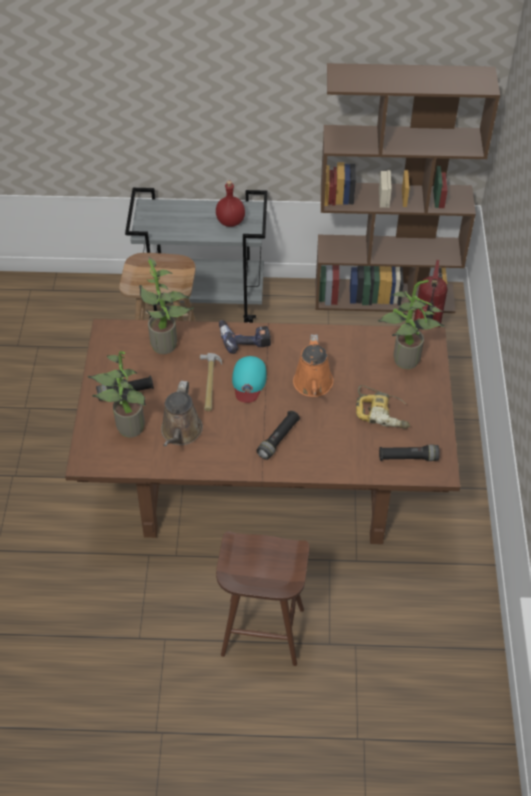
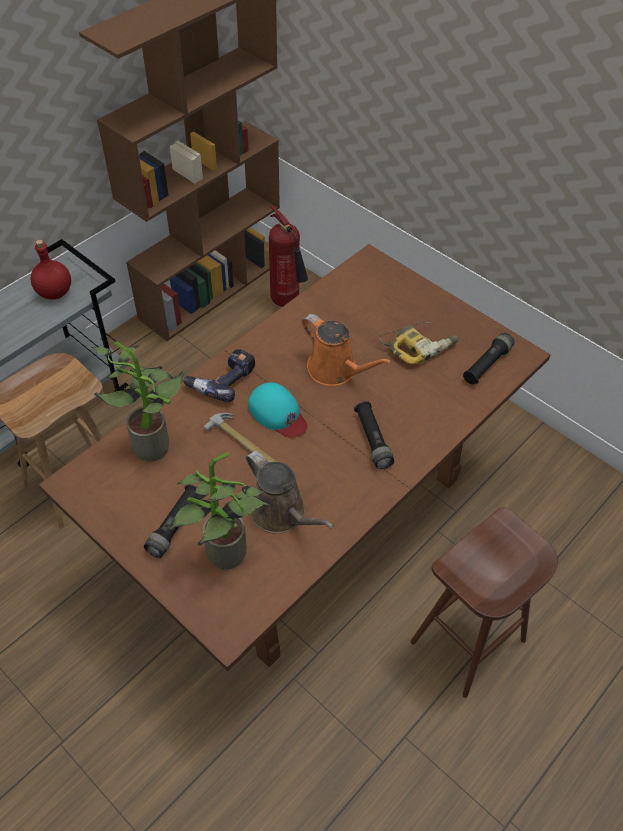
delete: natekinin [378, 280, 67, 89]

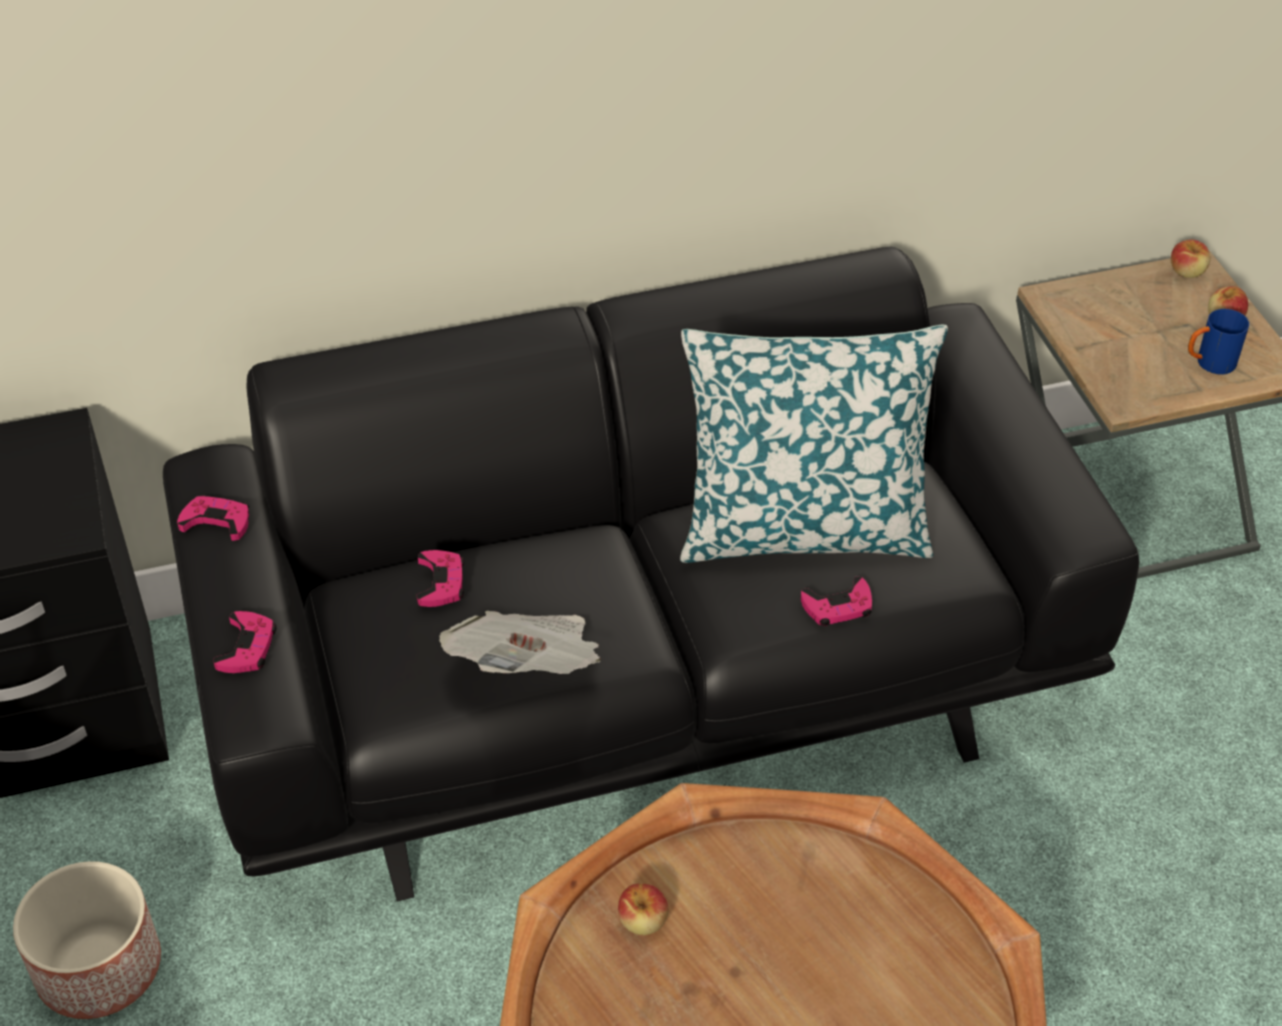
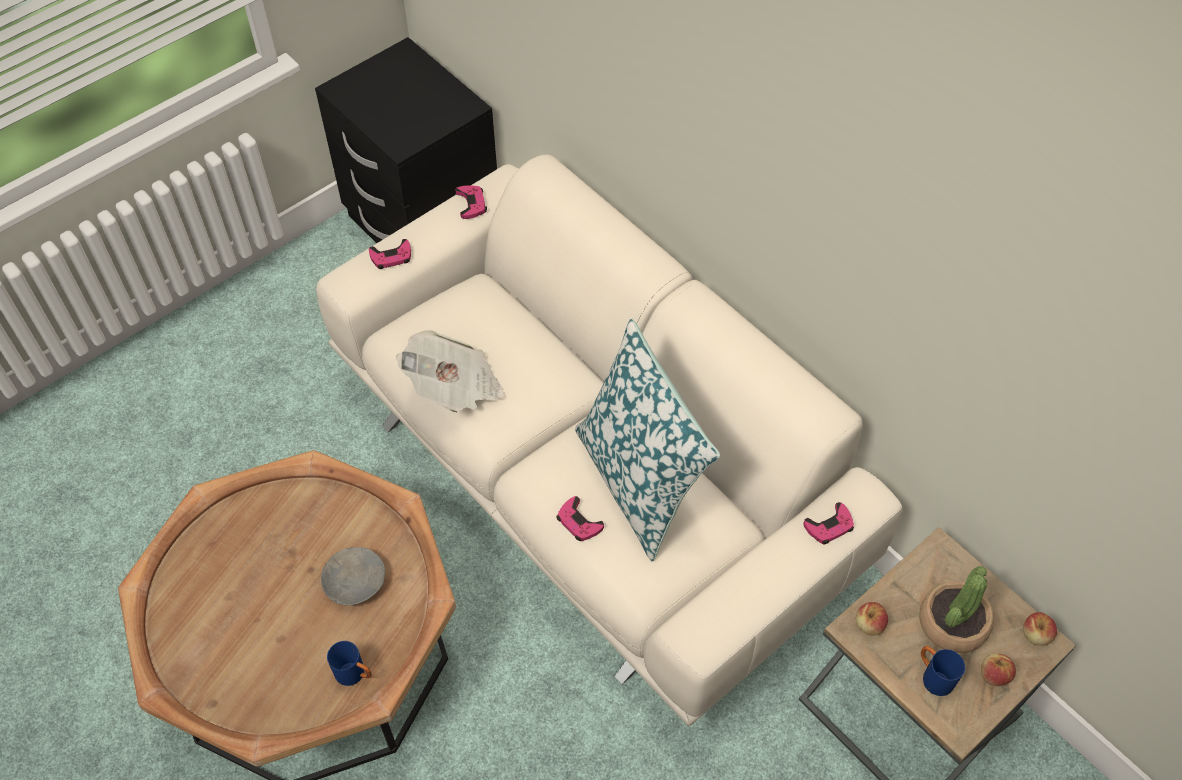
delete: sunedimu [13, 861, 148, 158]
insert: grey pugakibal [321, 547, 64, 58]; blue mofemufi [327, 641, 45, 45]; natekinin [919, 566, 75, 87]
move: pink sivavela [417, 550, 47, 57] to [803, 502, 51, 42]; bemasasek [618, 884, 51, 51] to [856, 602, 32, 34]
recolor: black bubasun [163, 247, 976, 654] to beige bubasun [316, 155, 586, 572]

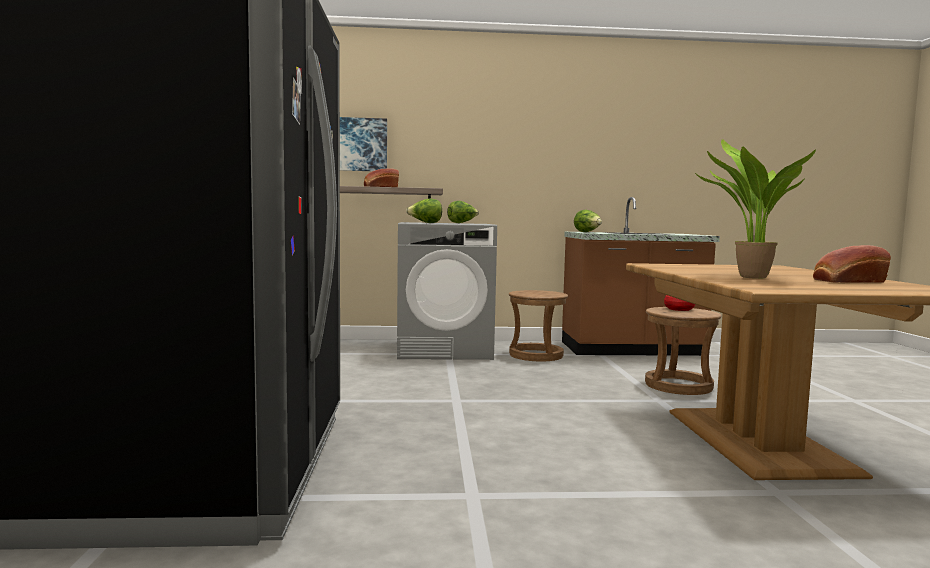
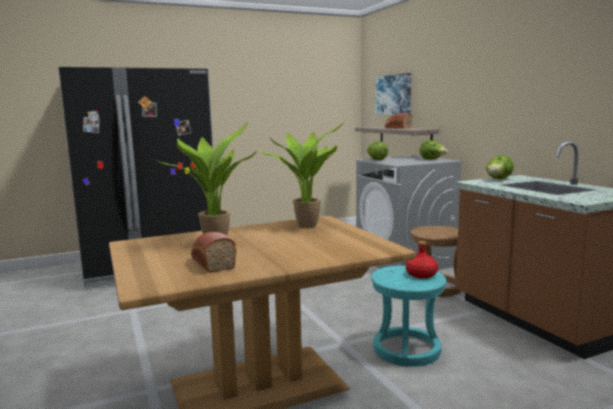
insert: natekinin [259, 120, 86, 108]
recolor: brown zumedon [645, 307, 77, 88] to turquoise zumedon [371, 265, 76, 102]

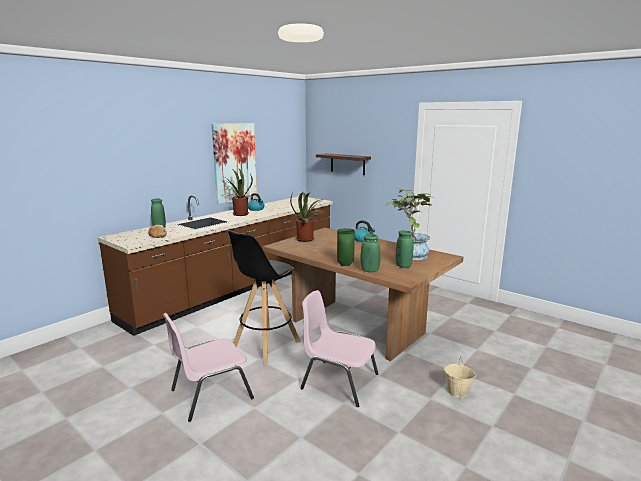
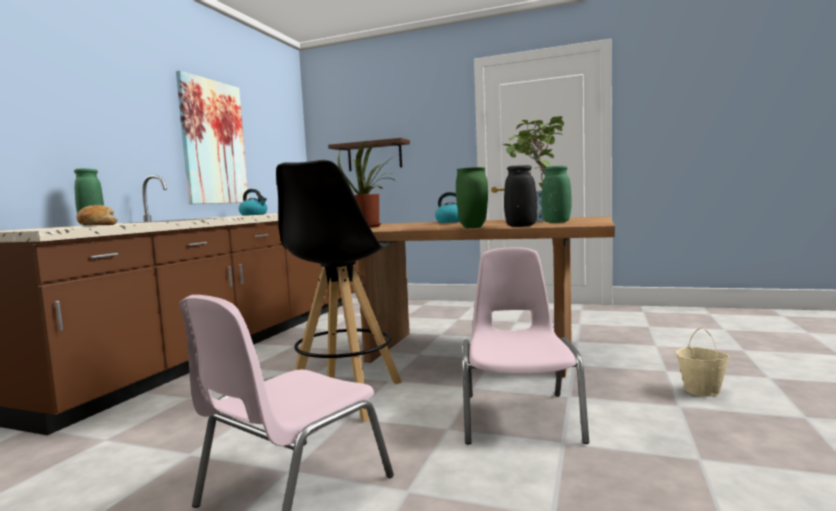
delete: natekinin [224, 168, 29, 48]
recolor: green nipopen [360, 234, 21, 38] to black nipopen [504, 165, 33, 62]
rotate: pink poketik [300, 290, 78, 117] = [462, 247, 127, 197] 90 degrees clockwise

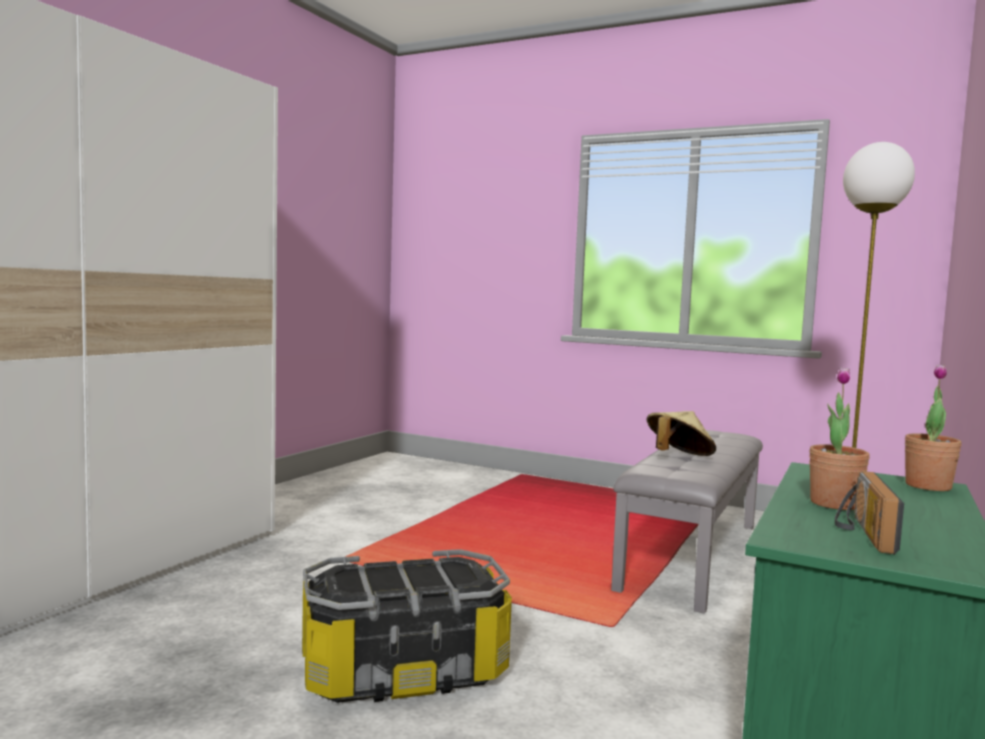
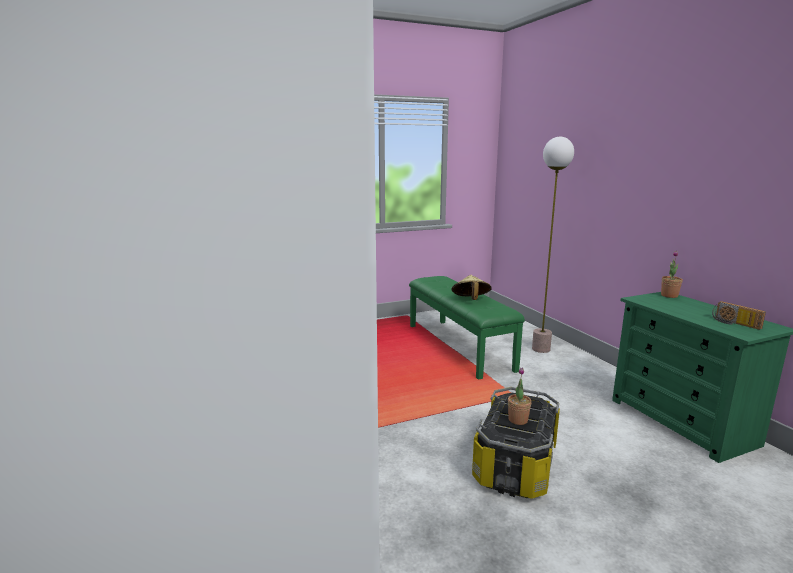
move: natekinin [809, 367, 61, 143] to [508, 367, 24, 58]
recolor: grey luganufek [611, 430, 152, 184] to green luganufek [409, 276, 116, 104]

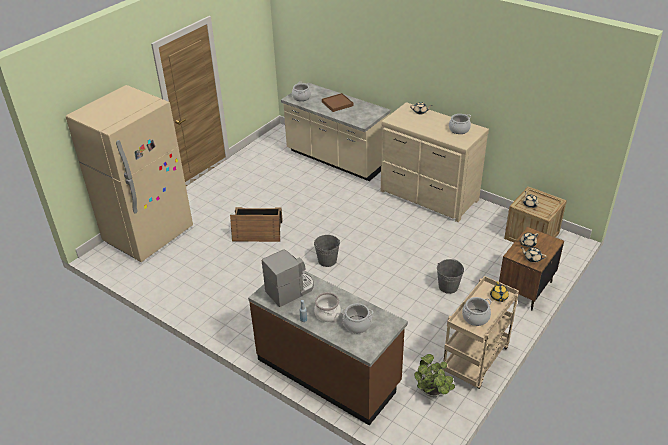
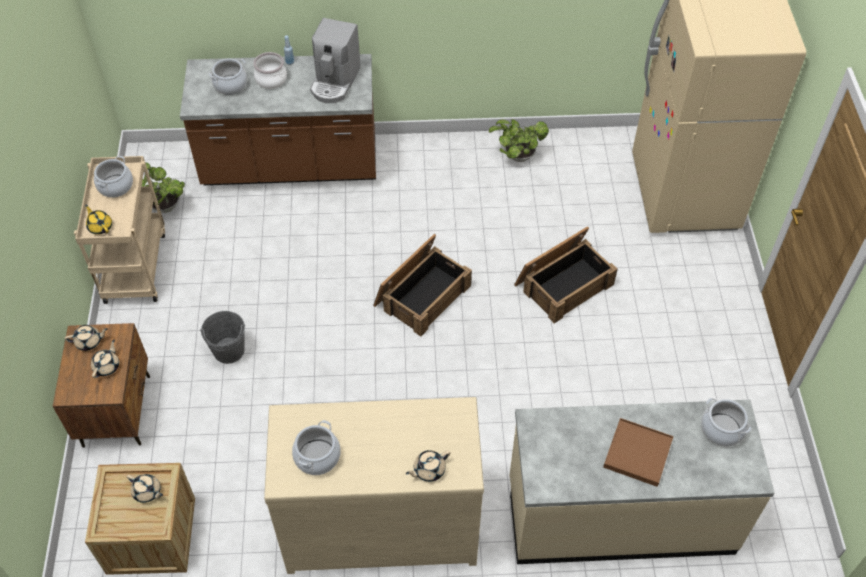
insert: natekinin [489, 119, 60, 43]
replace: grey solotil [314, 235, 26, 32] to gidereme [373, 234, 99, 103]

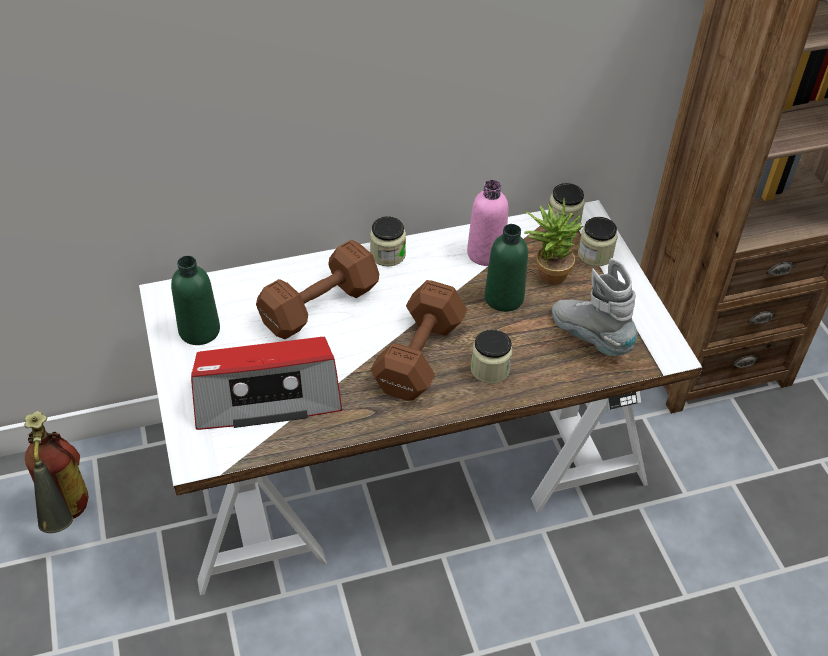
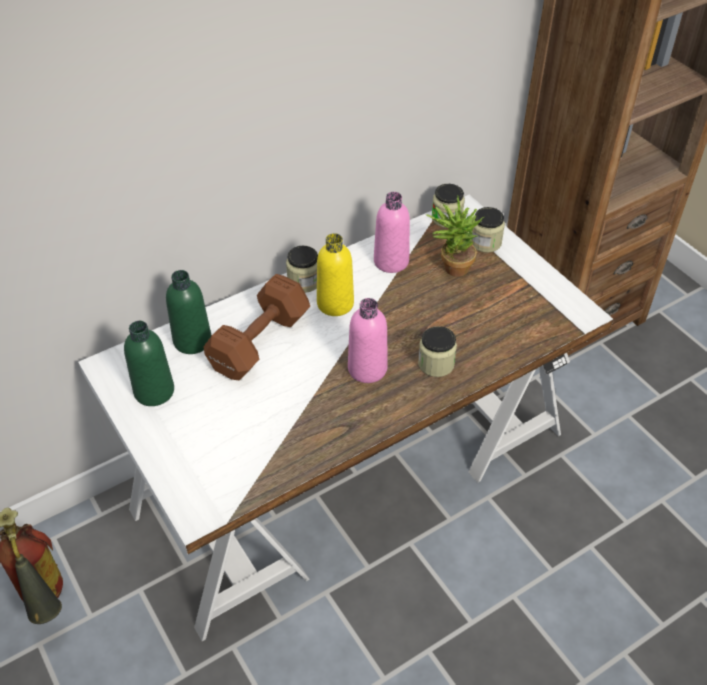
delete: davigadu [191, 337, 151, 93]; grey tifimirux [552, 258, 86, 98]
insert: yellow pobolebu [317, 233, 37, 83]
move: green pobolebu [484, 224, 44, 88] to [166, 270, 45, 84]
replace: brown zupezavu [370, 280, 97, 121] to pink pobolebu [348, 298, 40, 85]

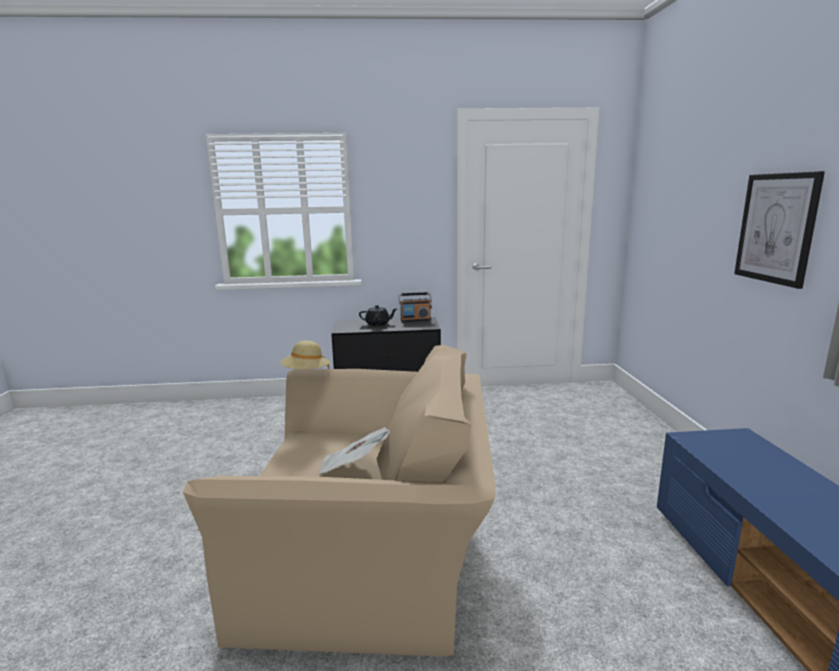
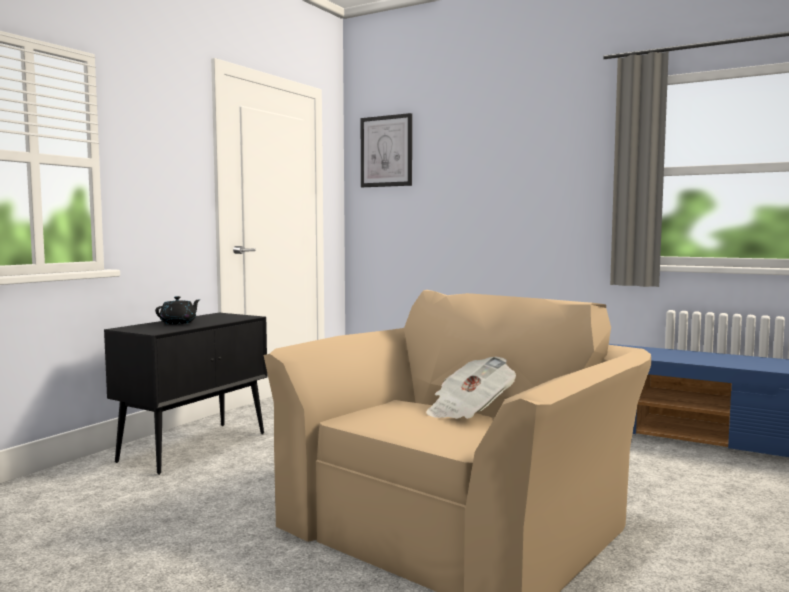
delete: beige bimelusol [280, 340, 50, 29]; davigadu [399, 292, 33, 30]
move: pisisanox [734, 171, 91, 118] to [361, 113, 51, 74]

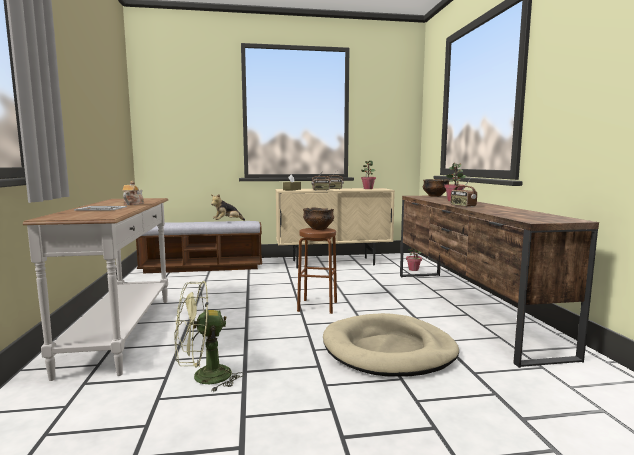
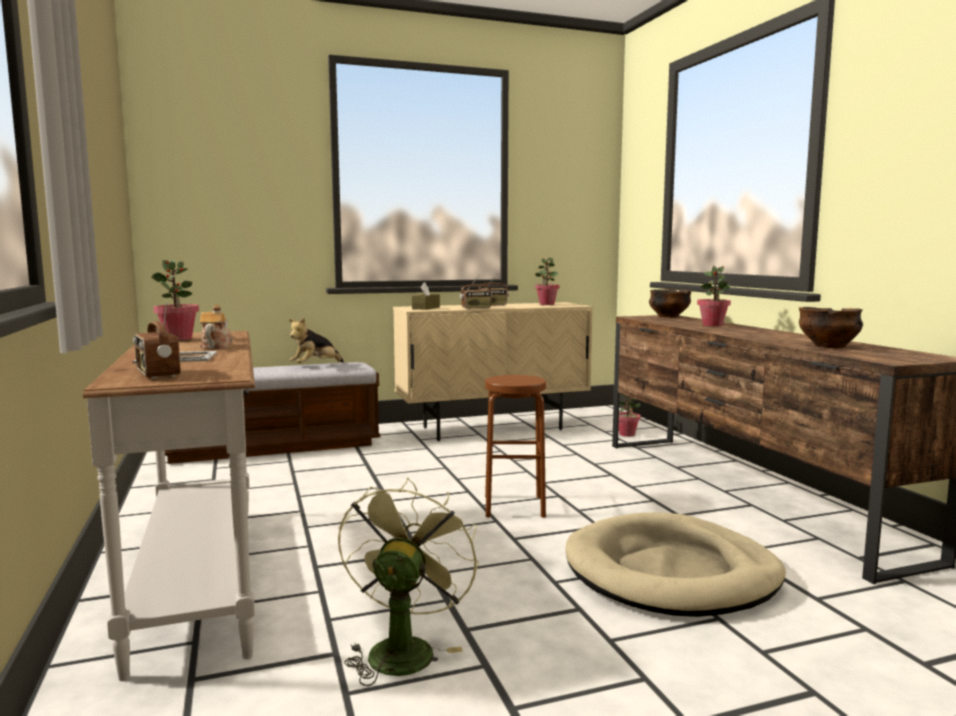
insert: natekinin [151, 259, 48, 81]
move: pugakibal [303, 208, 31, 22] to [799, 307, 64, 41]; davigadu [451, 178, 26, 29] to [133, 301, 47, 78]
rotate: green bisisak [175, 281, 69, 112] = [338, 477, 141, 209] 135 degrees clockwise

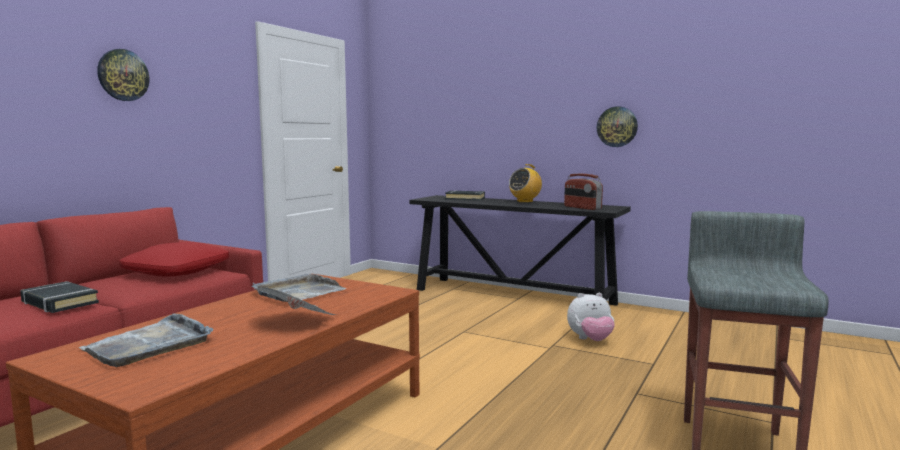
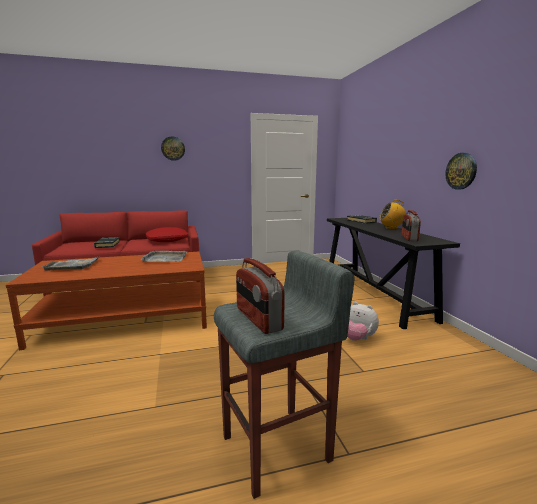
delete: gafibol [255, 287, 81, 28]
insert: davigadu [236, 258, 49, 76]

